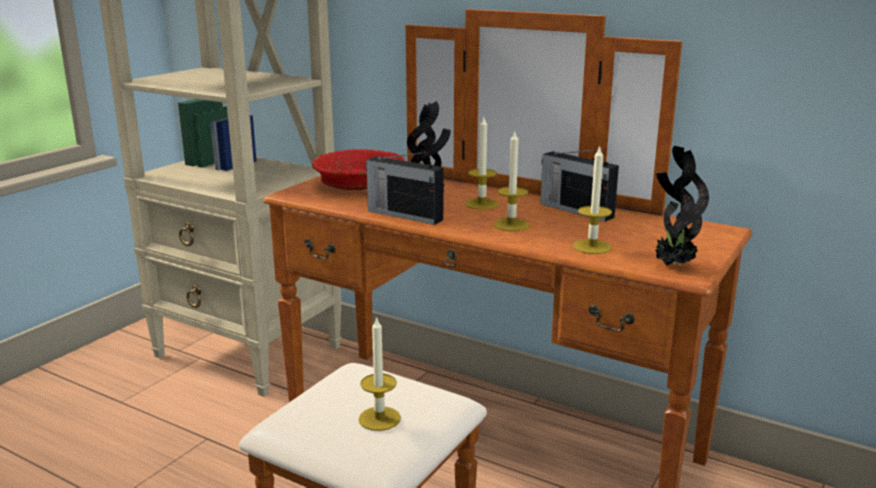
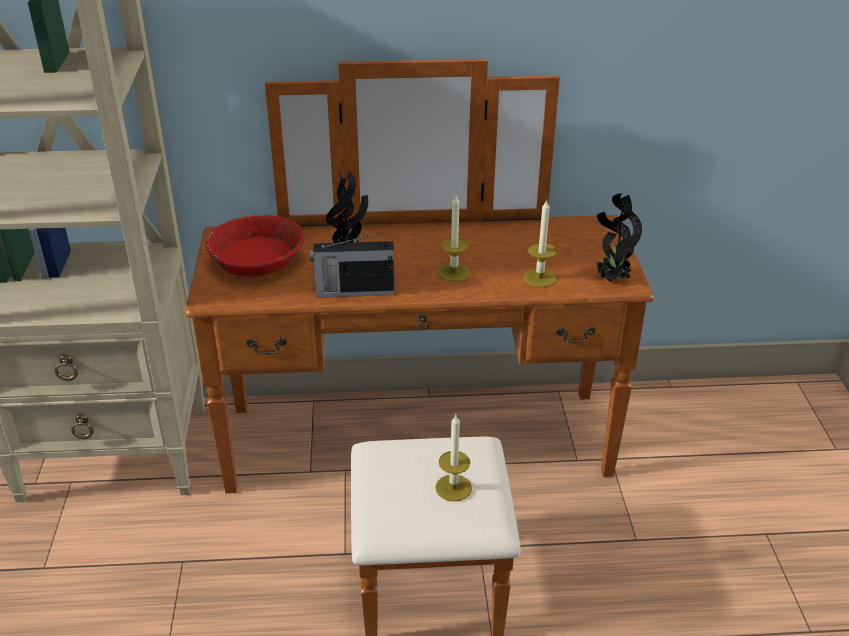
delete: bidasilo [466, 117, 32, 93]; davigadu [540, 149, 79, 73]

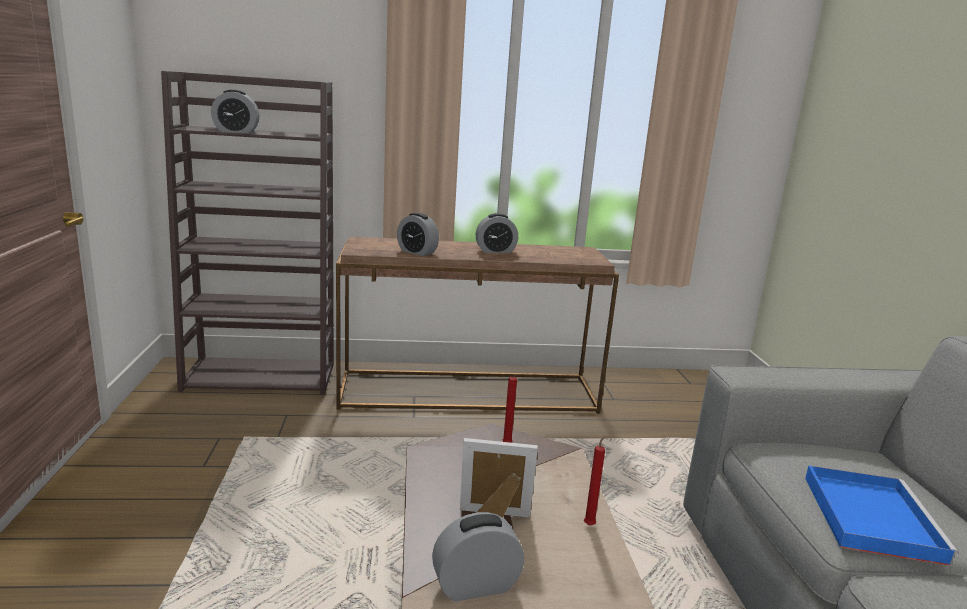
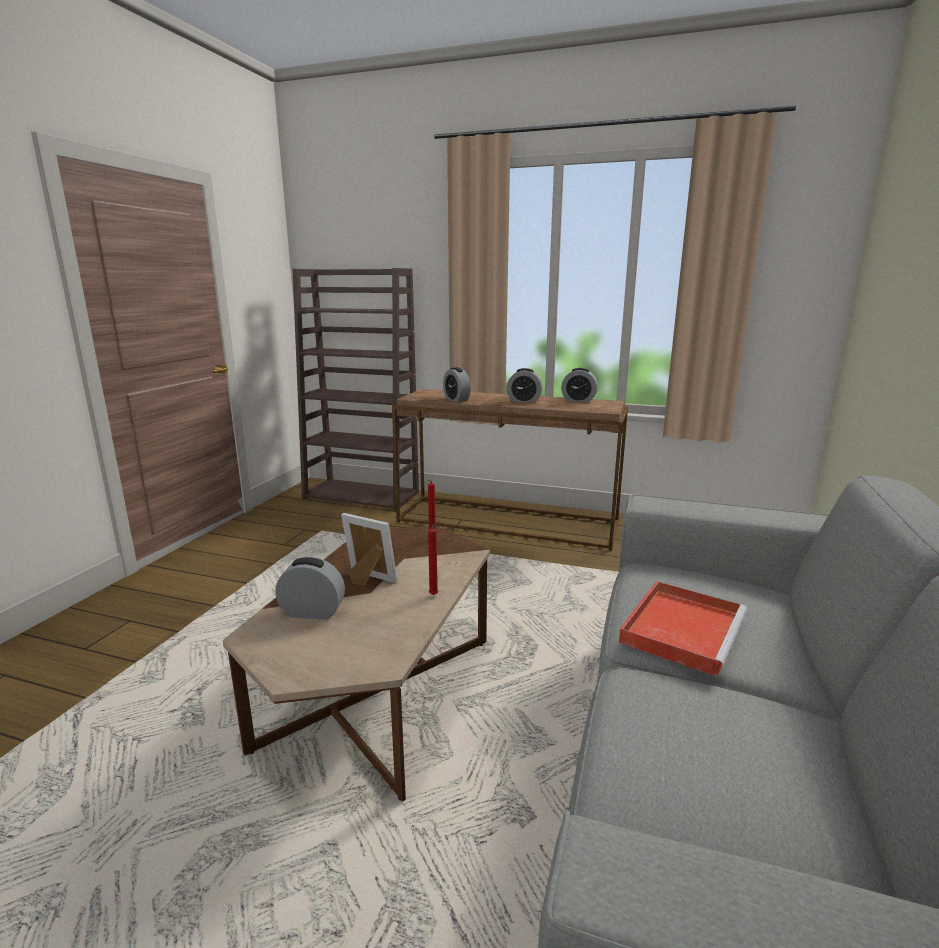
move: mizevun [211, 90, 49, 43] to [561, 368, 37, 34]
recolor: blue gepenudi [805, 466, 154, 100] to red gepenudi [619, 581, 128, 96]

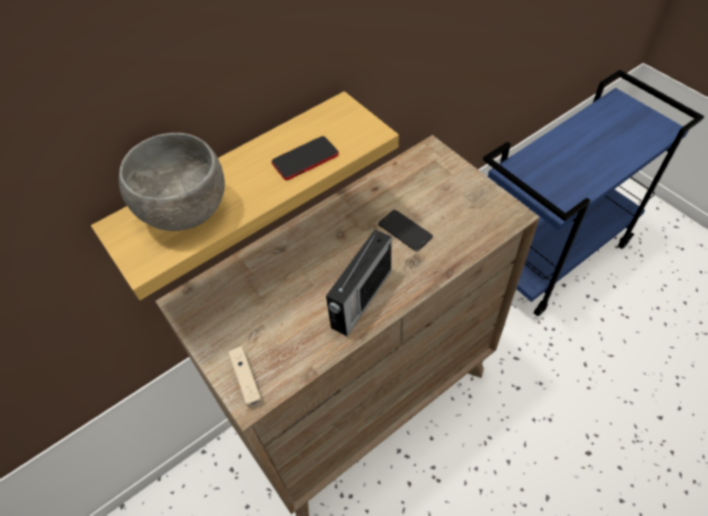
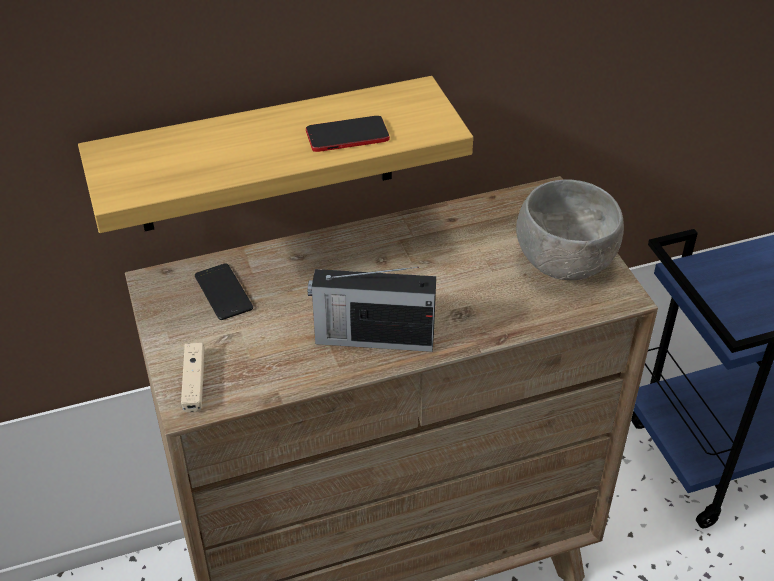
move: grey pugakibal [119, 133, 106, 98] to [516, 179, 108, 101]; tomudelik [378, 210, 55, 41] to [195, 263, 58, 57]
rotate: davigadu [326, 229, 65, 107] = [308, 267, 128, 85] 45 degrees clockwise

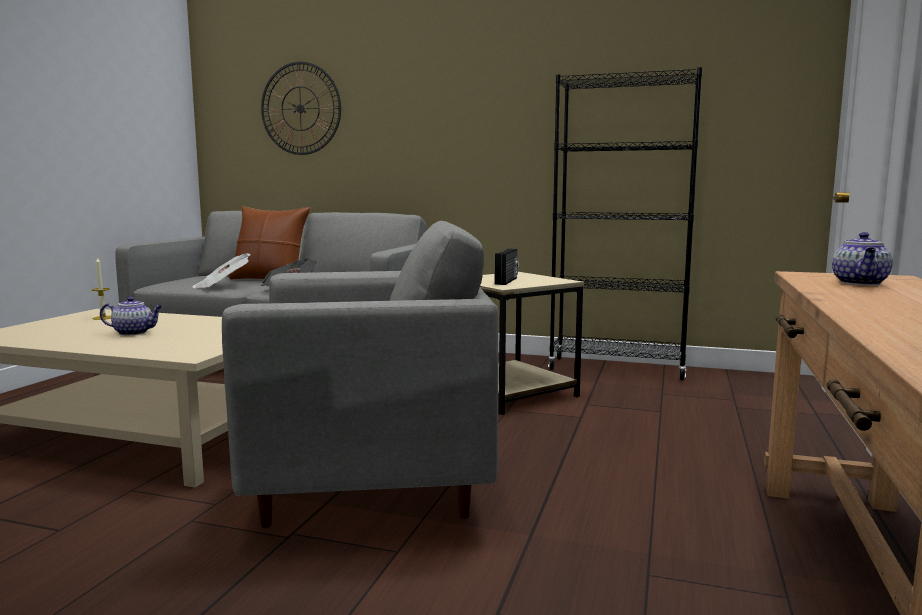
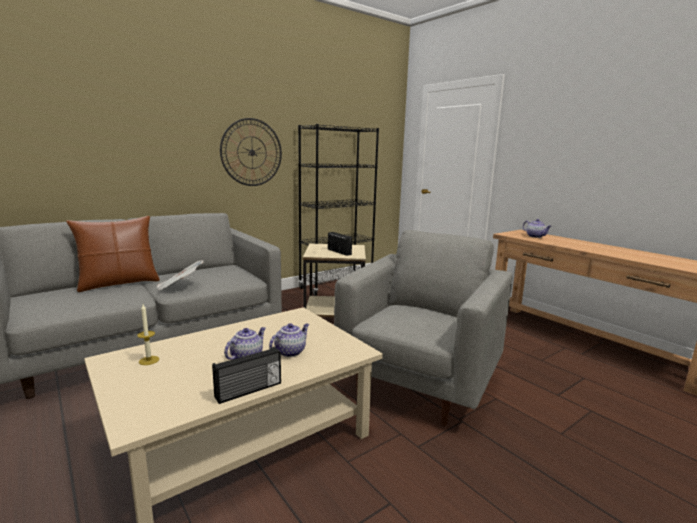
delete: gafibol [192, 253, 59, 35]
insert: davigadu [212, 347, 69, 57]; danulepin [269, 323, 40, 34]
move: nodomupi [261, 62, 80, 93] to [220, 118, 62, 68]

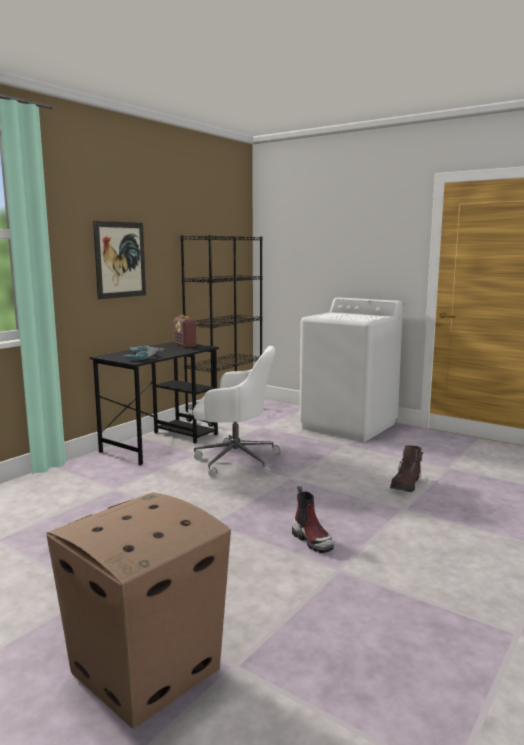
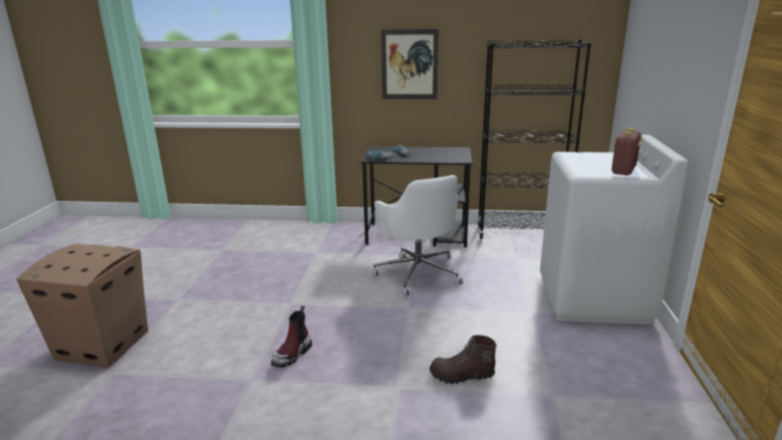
move: davigadu [174, 315, 24, 33] to [612, 128, 32, 47]

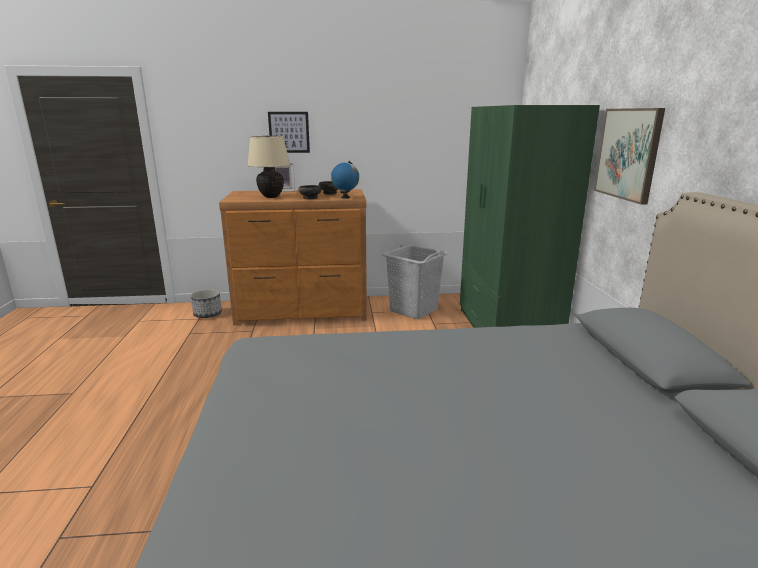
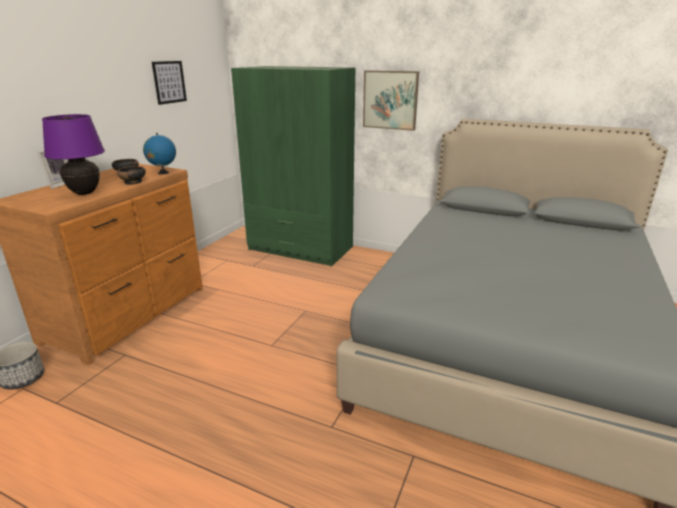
delete: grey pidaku [382, 244, 66, 75]
move: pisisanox [268, 112, 42, 41] to [152, 61, 35, 44]
recolor: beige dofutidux [247, 136, 43, 62] to purple dofutidux [42, 114, 63, 81]

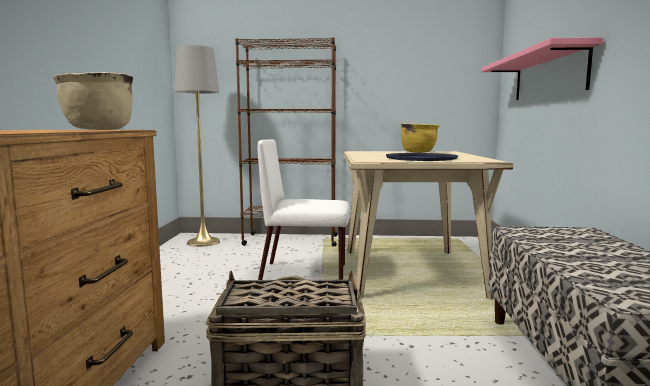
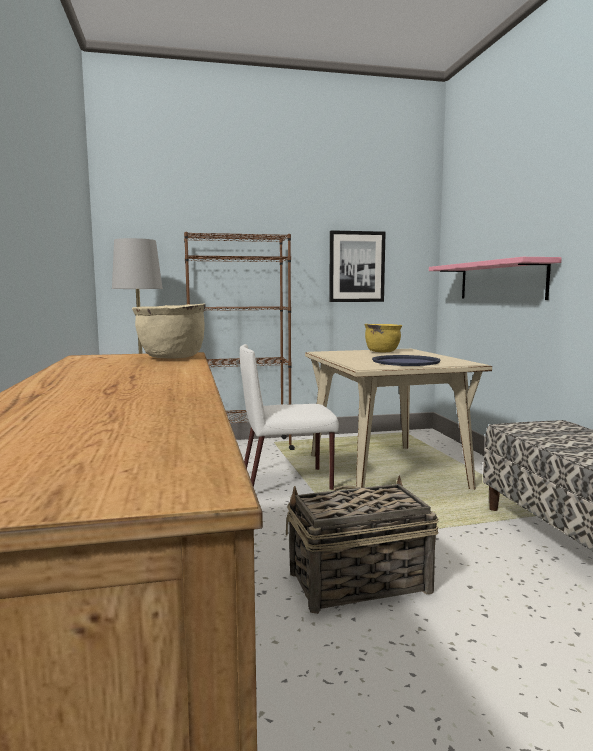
insert: pisisanox [329, 230, 57, 72]

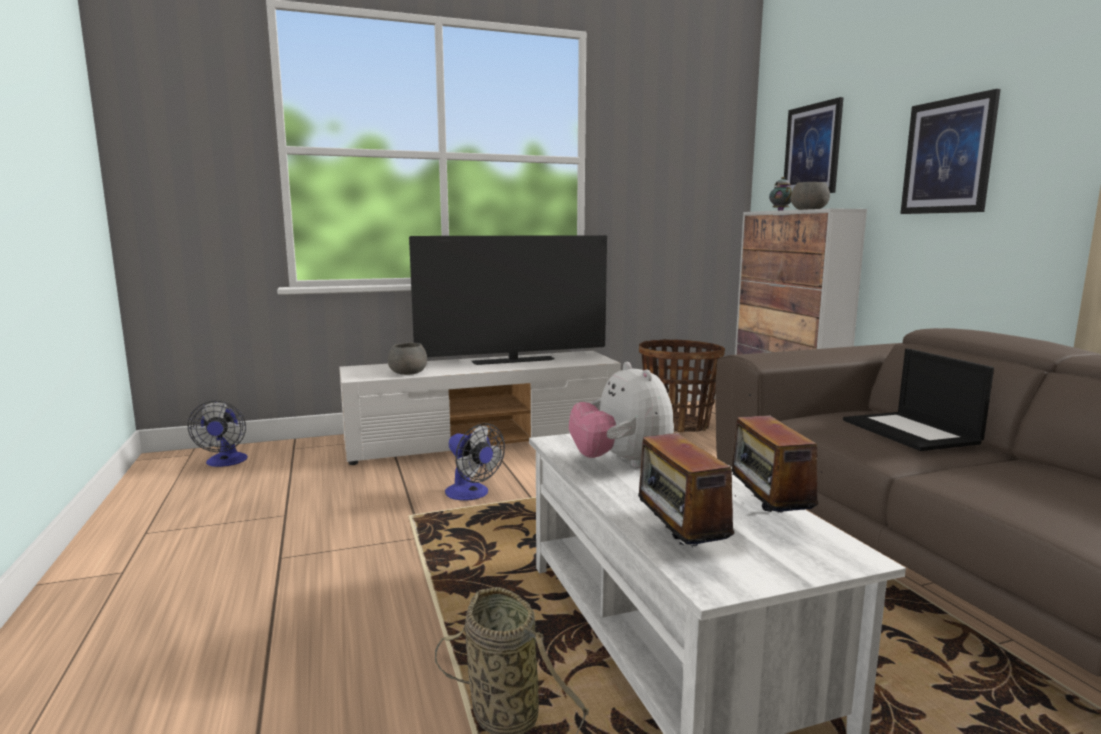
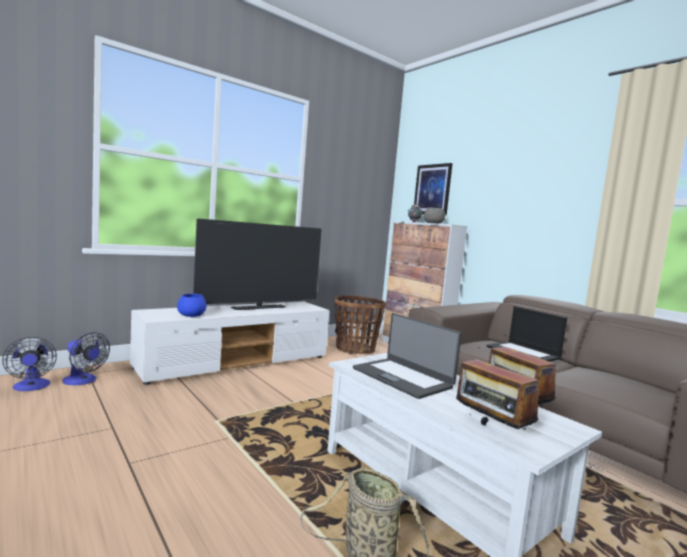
delete: pisisanox [900, 89, 101, 125]
move: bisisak [445, 423, 60, 77] to [62, 332, 48, 53]
replace: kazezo [569, 362, 105, 106] to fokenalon [353, 313, 109, 86]
recolor: grey pugakibal [388, 343, 39, 32] to blue pugakibal [177, 294, 29, 23]

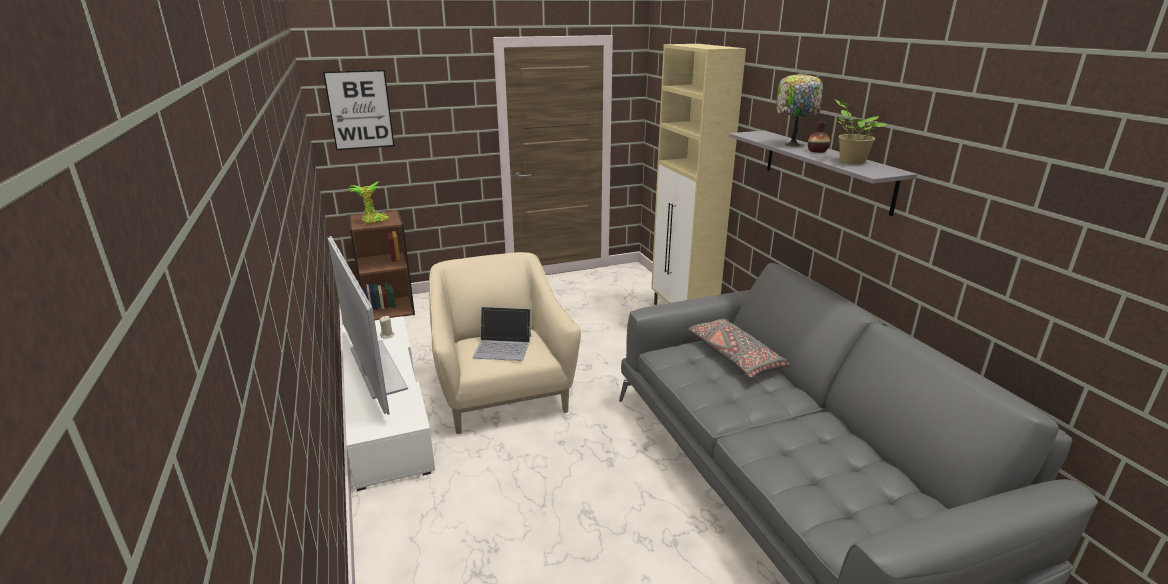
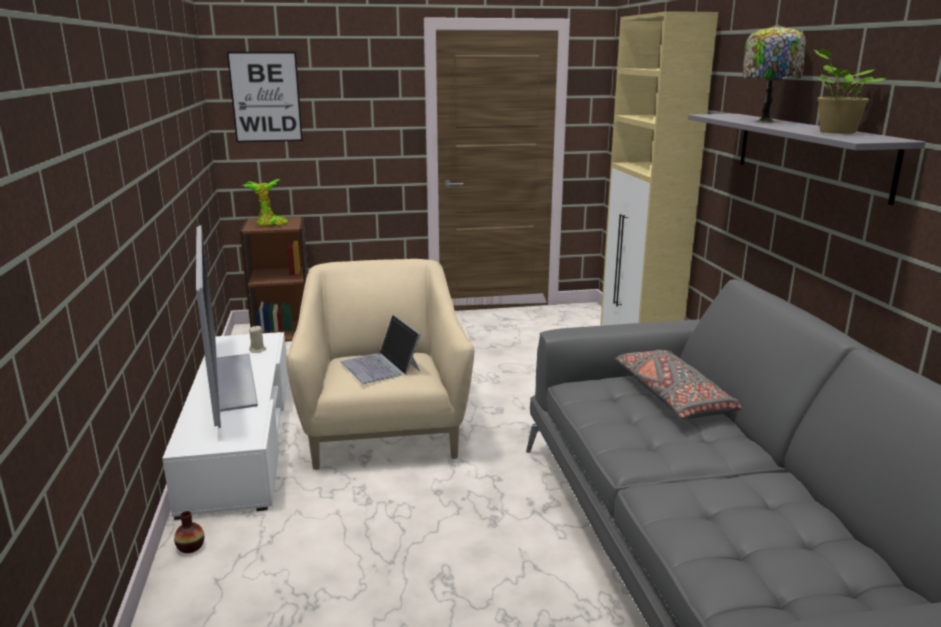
move: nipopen [808, 121, 22, 32] to [174, 511, 30, 42]
rotate: fokenalon [472, 307, 59, 54] = [340, 315, 81, 69] 45 degrees clockwise

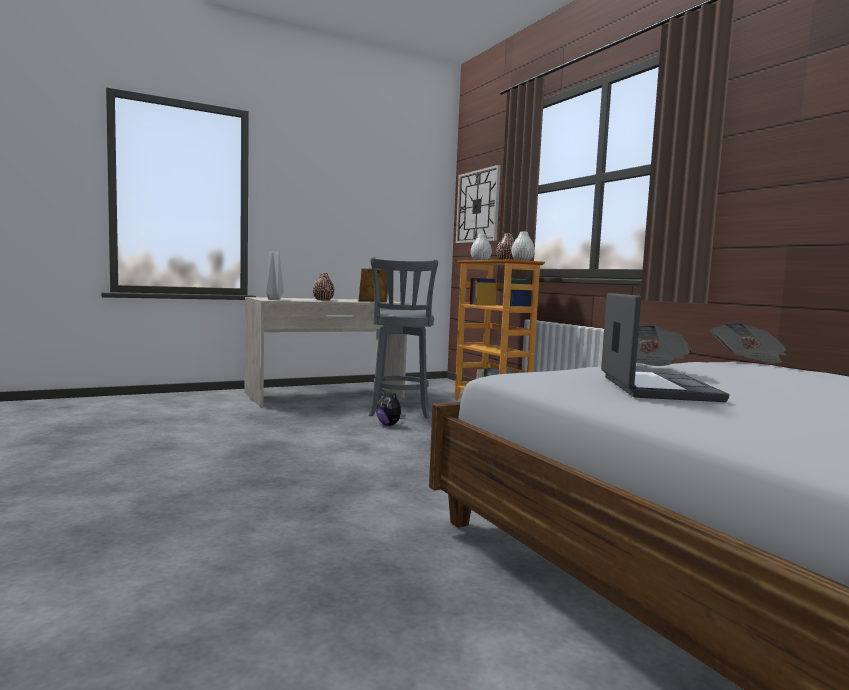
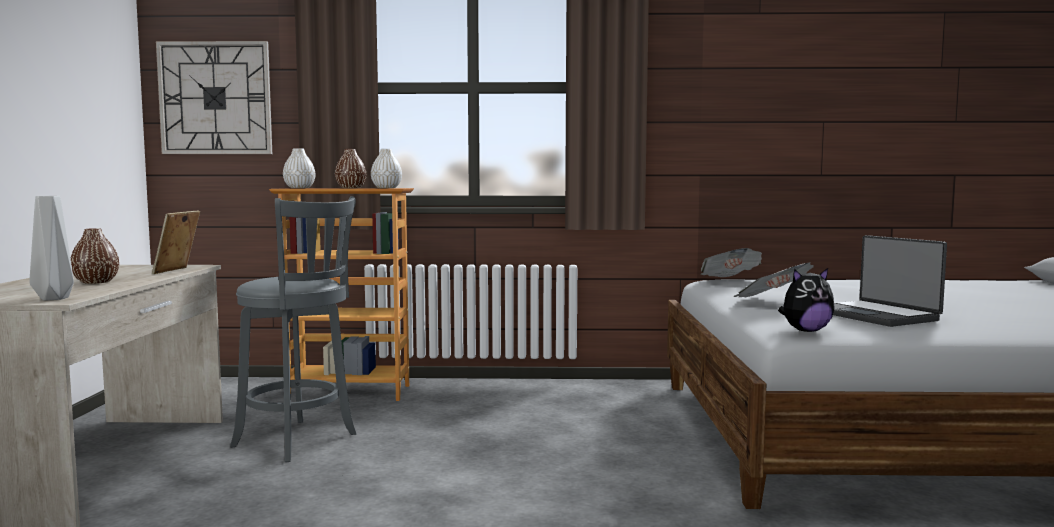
move: kazezo [376, 389, 29, 37] to [778, 268, 57, 64]
rotate: fokenalon [601, 293, 128, 109] = [833, 235, 114, 92] 150 degrees counterclockwise

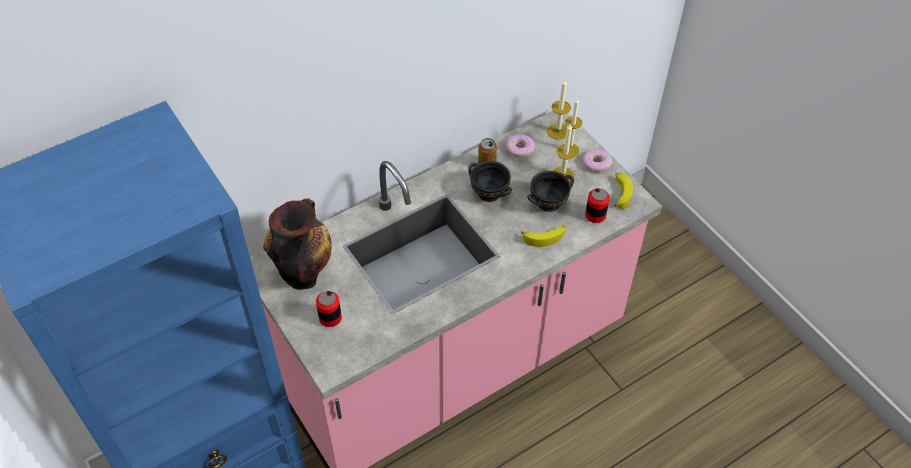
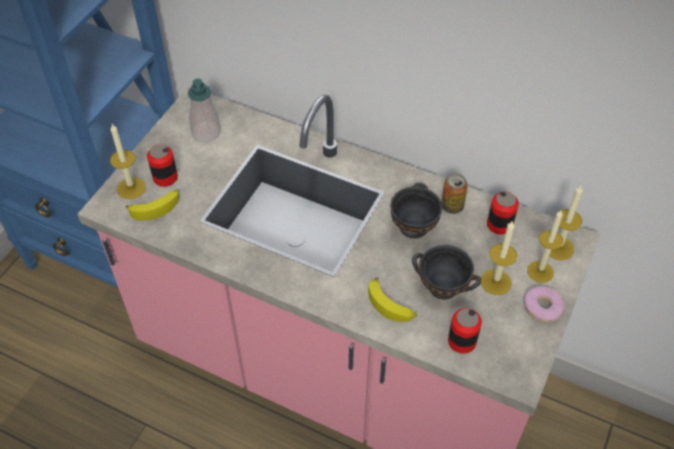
insert: bidasilo [110, 124, 36, 75]
move: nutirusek [614, 173, 19, 36] to [125, 189, 54, 31]
replace: nipopen [263, 198, 69, 92] to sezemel [188, 79, 33, 63]; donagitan [506, 134, 29, 24] to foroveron [487, 192, 32, 43]

